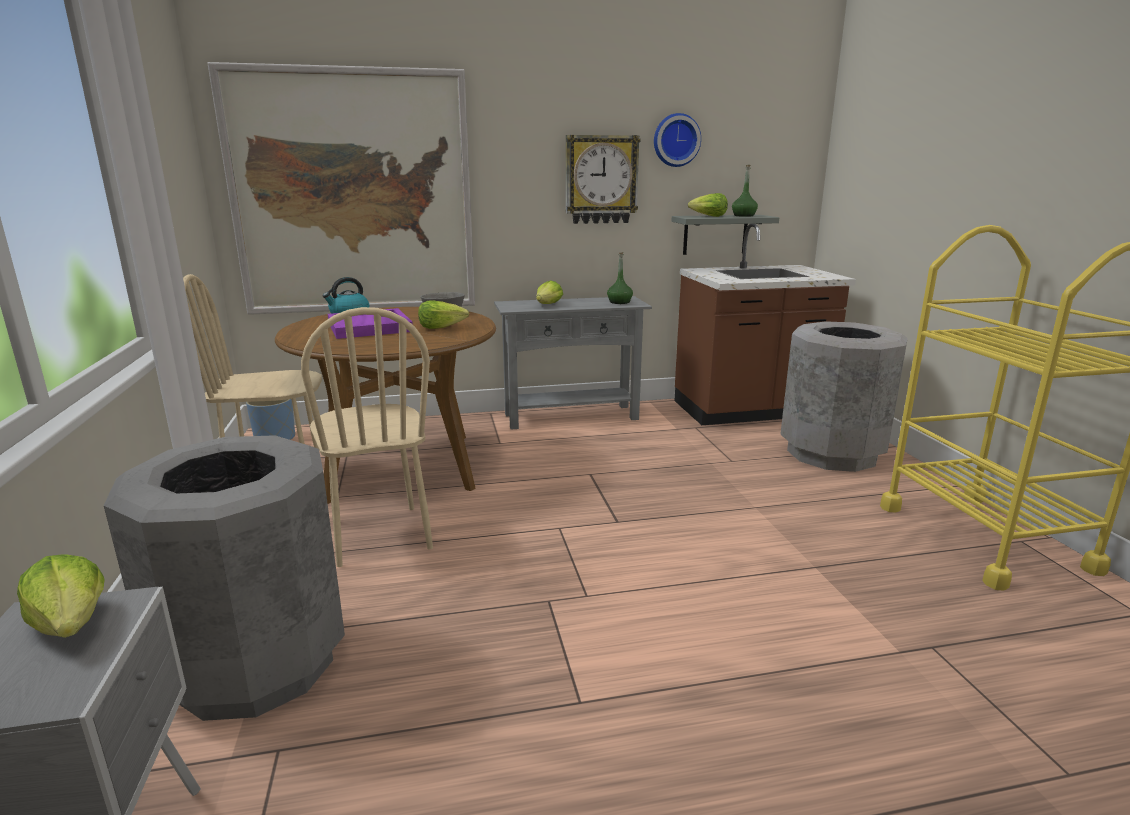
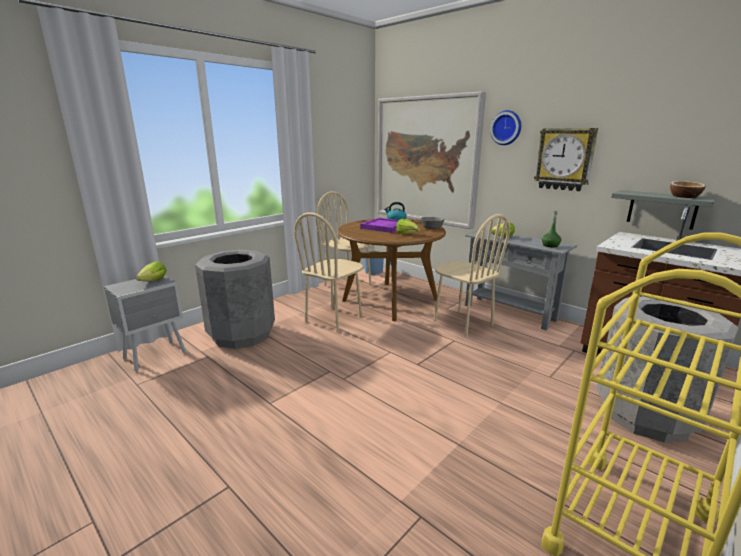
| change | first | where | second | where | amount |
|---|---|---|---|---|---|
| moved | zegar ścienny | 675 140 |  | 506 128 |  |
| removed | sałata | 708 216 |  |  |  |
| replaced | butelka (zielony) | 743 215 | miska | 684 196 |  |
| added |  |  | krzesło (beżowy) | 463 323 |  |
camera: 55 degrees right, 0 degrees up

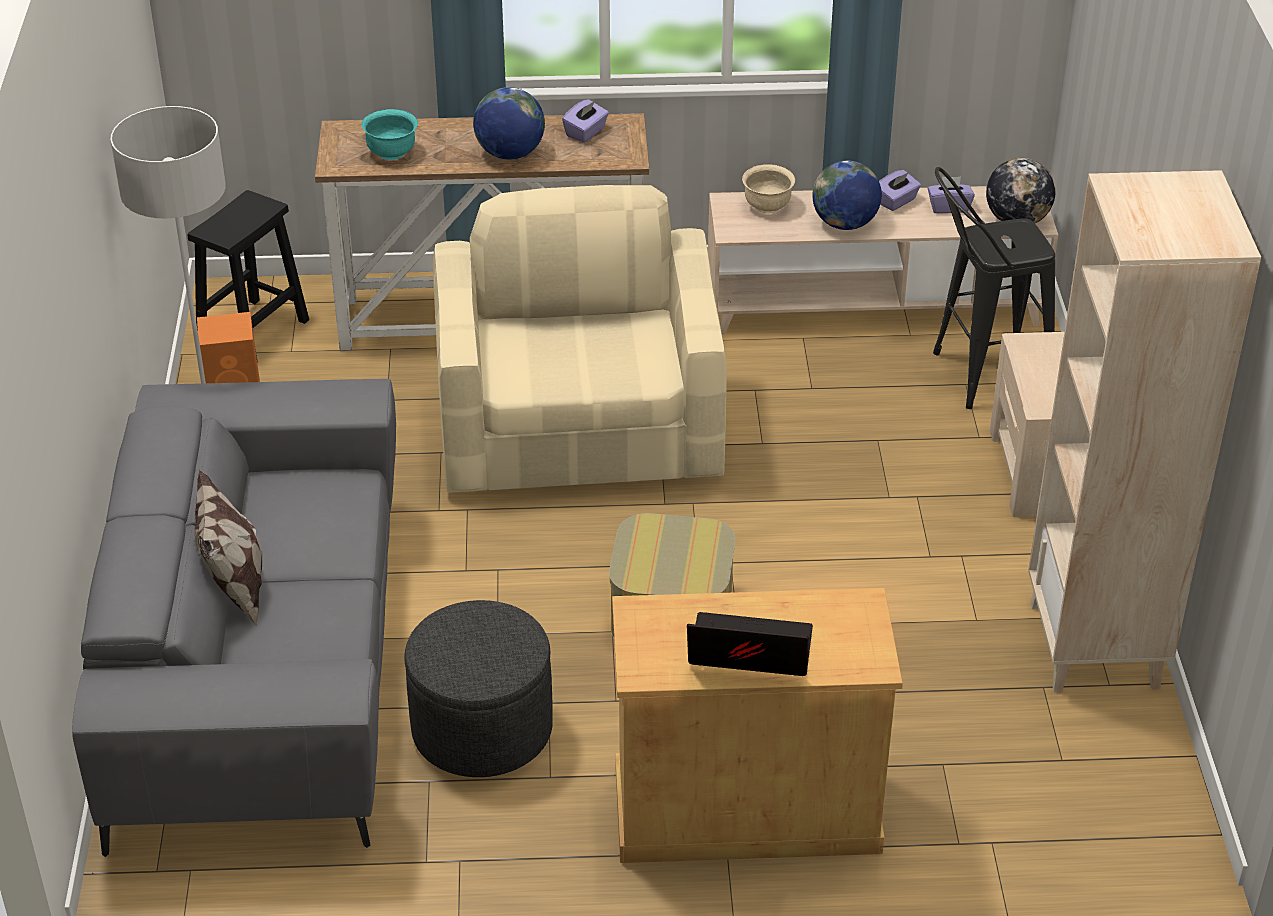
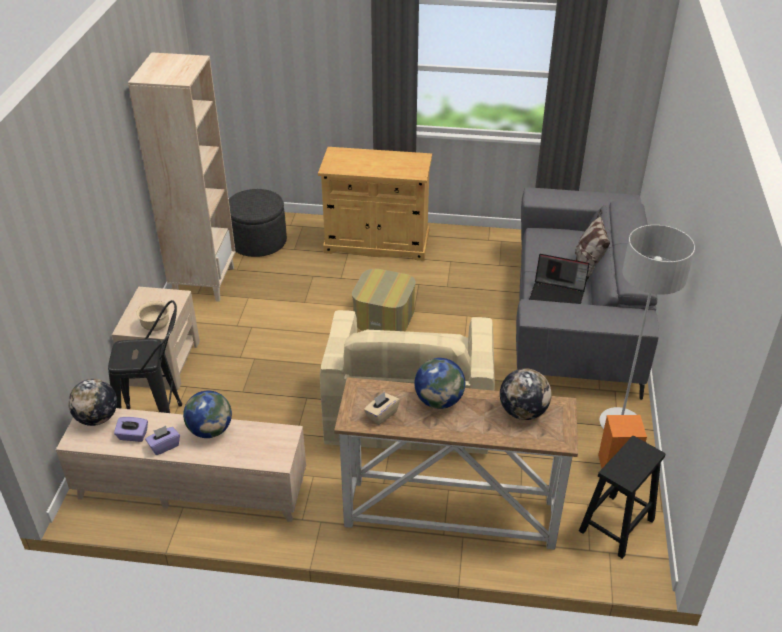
| change | first | where | second | where | amount |
|---|---|---|---|---|---|
| replaced | miska (turkusowy) | 391 153 | globus | 523 412 |  |
| moved | pufa (szary) | 482 729 |  | 258 242 |  |
| recoloured | pudełko chusteczek (fioletowy) | 586 132 | pudełko chusteczek (beżowy) | 381 414 |  |
| moved | laptop | 747 654 |  | 558 295 |  |
| moved | miska (beżowy) | 767 207 |  | 156 326 |  |
camera: 170 degrees left, 0 degrees up

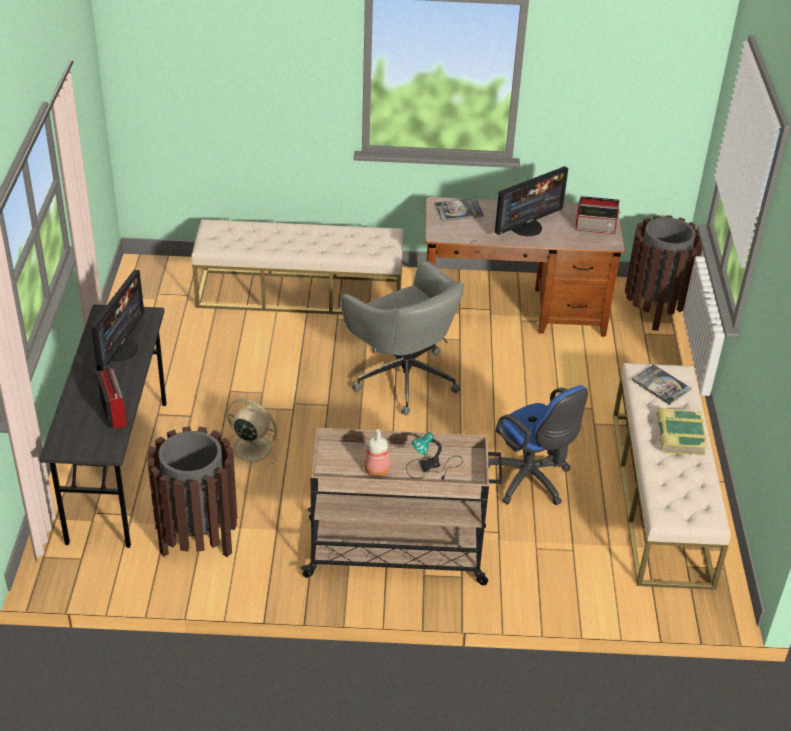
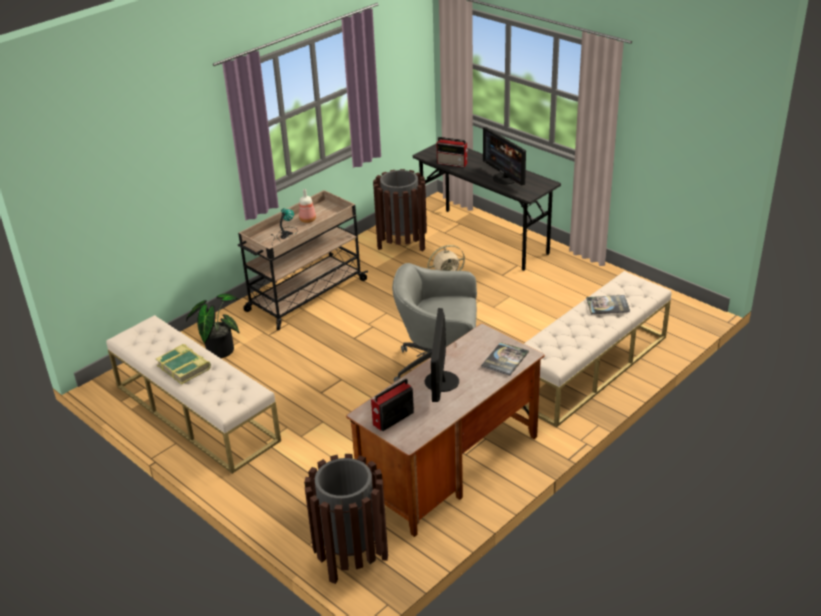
| change | first | where | second | where | amount |
|---|---|---|---|---|---|
| removed | krzesło biurowe (niebieski) | 530 481 |  |  |  |
| moved | książka | 661 385 |  | 607 305 |  |
| added |  |  | roślina doniczkowa | 219 349 |  |
camera: 135 degrees right, 5 degrees down

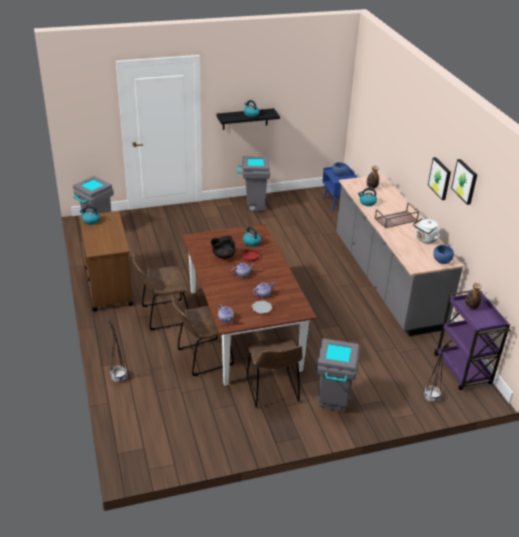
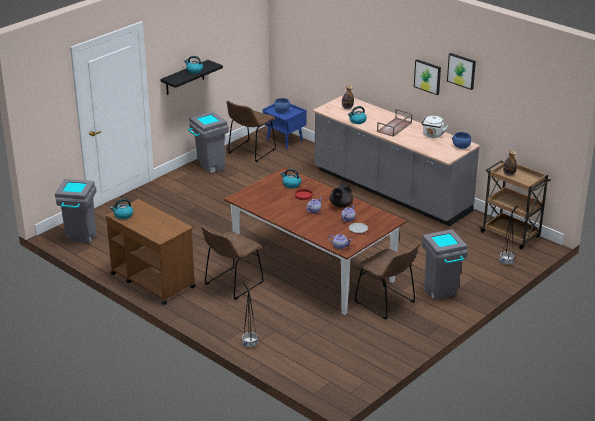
| change | first | where | second | where | amount |
|---|---|---|---|---|---|
| moved | krzesło (brązowy) | 202 358 |  | 250 152 |  |
| moved | imbryk (czarny) | 223 256 |  | 340 205 |  |
| recoloured | wózek (fioletowy) | 463 370 | wózek (brązowy) | 511 235 |  |
camera: 30 degrees left, 5 degrees down

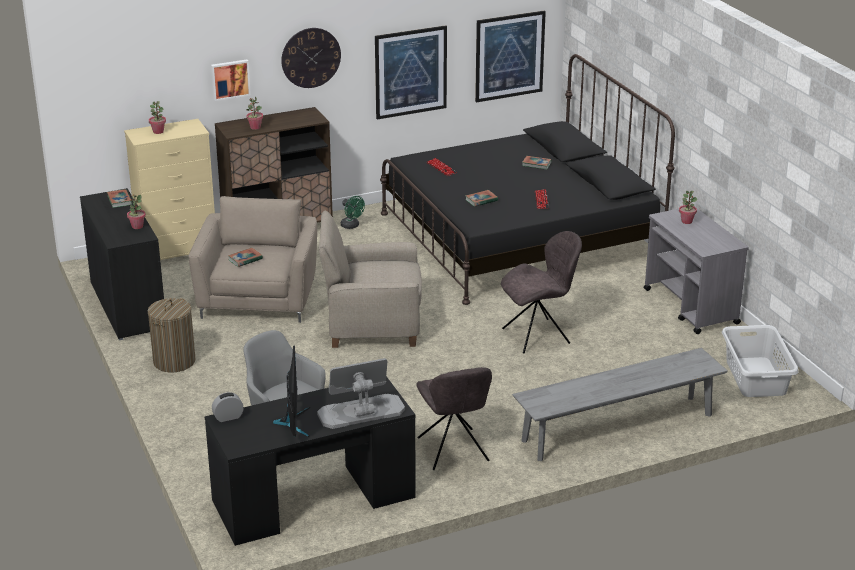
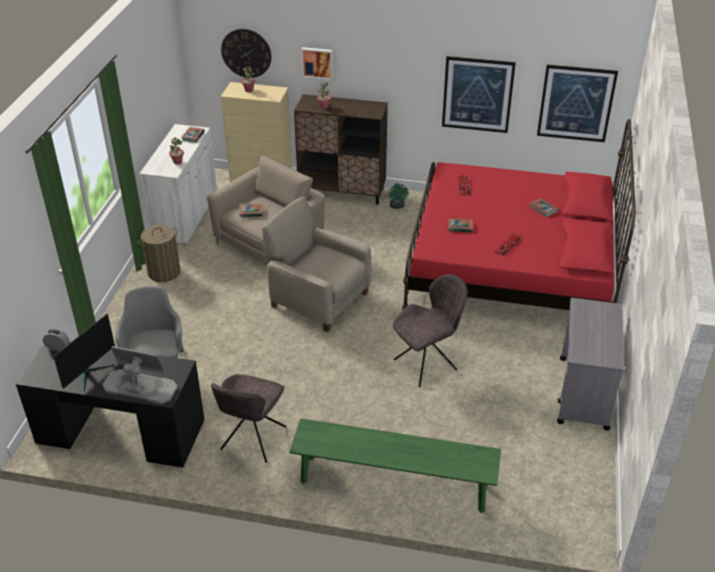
| change | first | where | second | where | amount |
|---|---|---|---|---|---|
| recoloured | szafka (czarny) | 128 306 | szafka (biały) | 185 215 |  |
| moved | zegar ścienny | 311 57 |  | 246 53 |  |
| recoloured | łóżko (czarny) | 519 236 | łóżko (czerwony) | 511 264 |  |
| turned | krzesło (szary) | 538 335 |  | 427 364 | 45 degrees counterclockwise |
| recoloured | ławka (szary) | 617 428 | ławka (zielony) | 393 484 |  |
| removed | roślina doniczkowa | 686 221 |  |  |  |
| removed | kosz na pranie (szary) | 756 377 |  |  |  |
camera: 35 degrees right, 10 degrees up

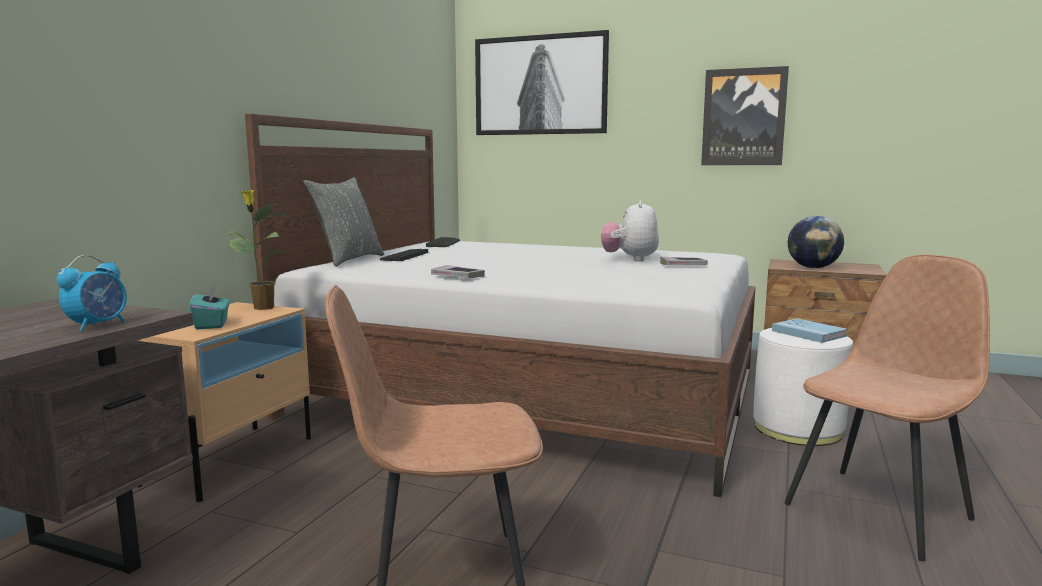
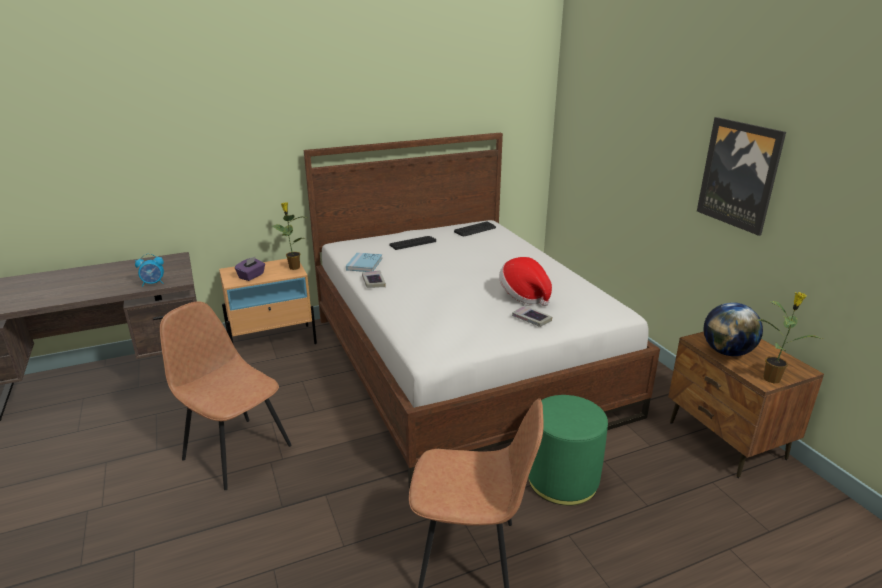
| change | first | where | second | where | amount |
|---|---|---|---|---|---|
| recoloured | pudełko chusteczek (turkusowy) | 212 324 | pudełko chusteczek (fioletowy) | 251 276 |  |
| removed | poduszka (szary) | 348 260 |  |  |  |
| removed | obraz | 540 85 |  |  |  |
| replaced | pluszak | 630 259 | kapelusz | 524 296 |  |
| recoloured | pufa (biały) | 797 429 | pufa (zielony) | 562 480 |  |
| moved | książka (niebieski) | 808 333 |  | 364 264 |  |
| added |  |  | roślina doniczkowa | 772 379 |  |
camera: 45 degrees right, 15 degrees up

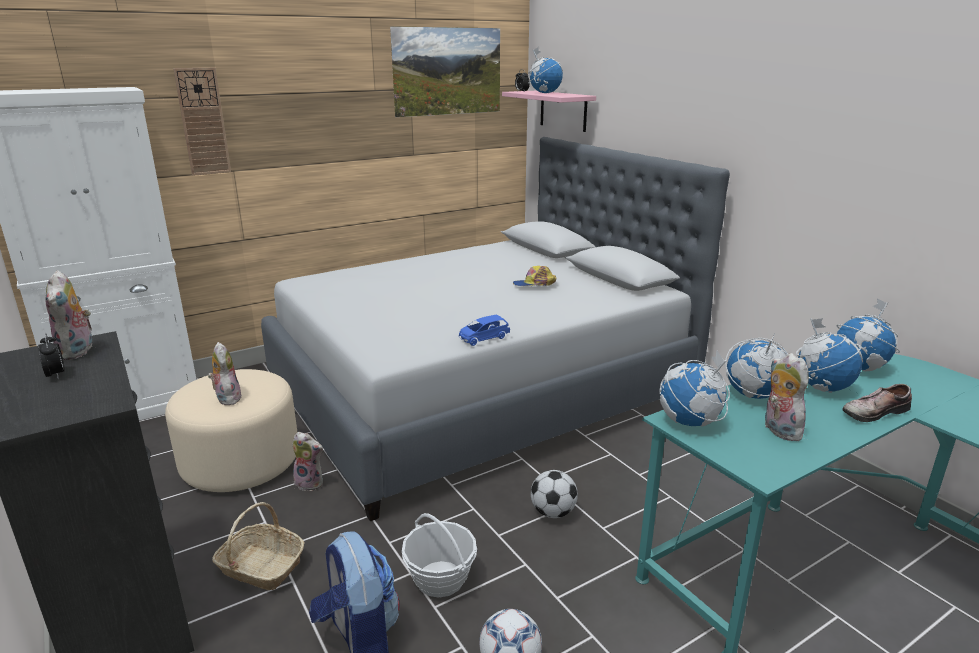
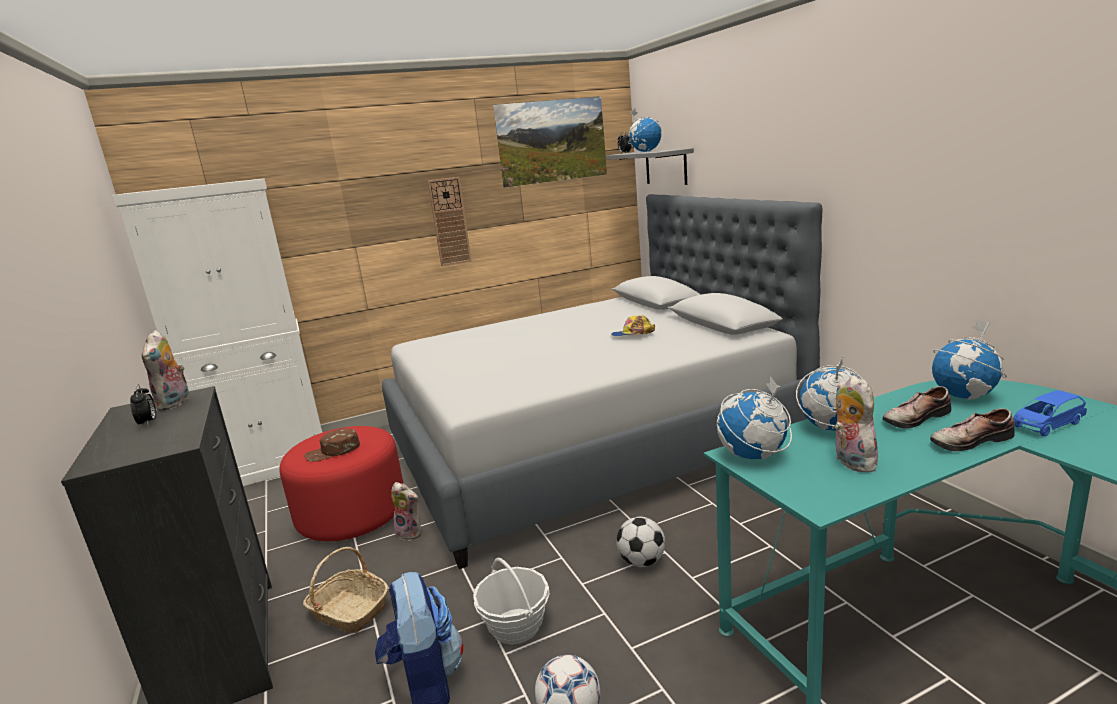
| change | first | where | second | where | amount |
|---|---|---|---|---|---|
| recoloured | pufa (beżowy) | 241 462 | pufa (czerwony) | 352 514 |  |
| moved | zegar ścienny | 203 122 |  | 449 221 |  |
| replaced | pluszak | 227 398 | czapka z daszkiem (brązowy) | 333 451 |  |
| moved | samochodzik (niebieski) | 483 338 |  | 1046 425 |  |
| recoloured | półka (różowy) | 563 110 | półka (szary) | 666 167 |  |
| replaced | globus | 822 387 | but | 913 418 |  |
camera: 10 degrees right, 5 degrees down

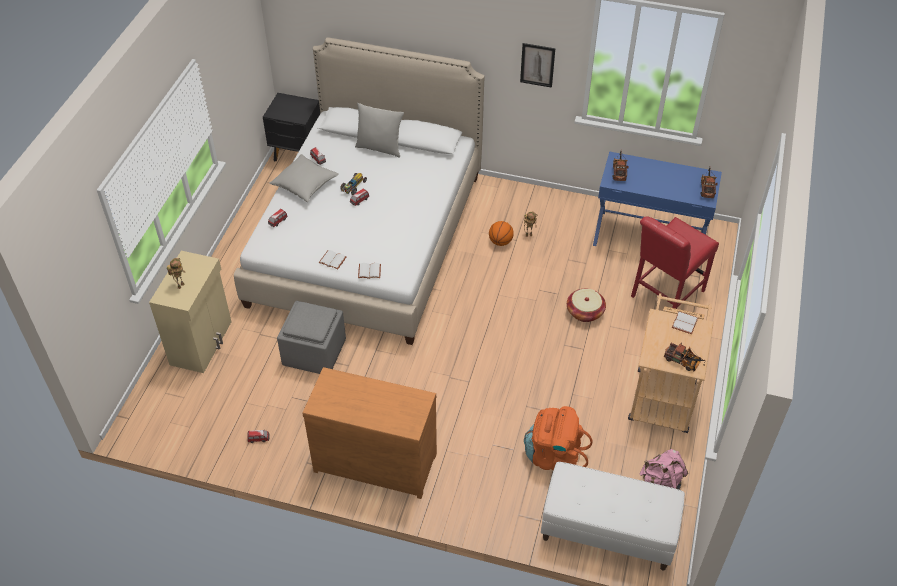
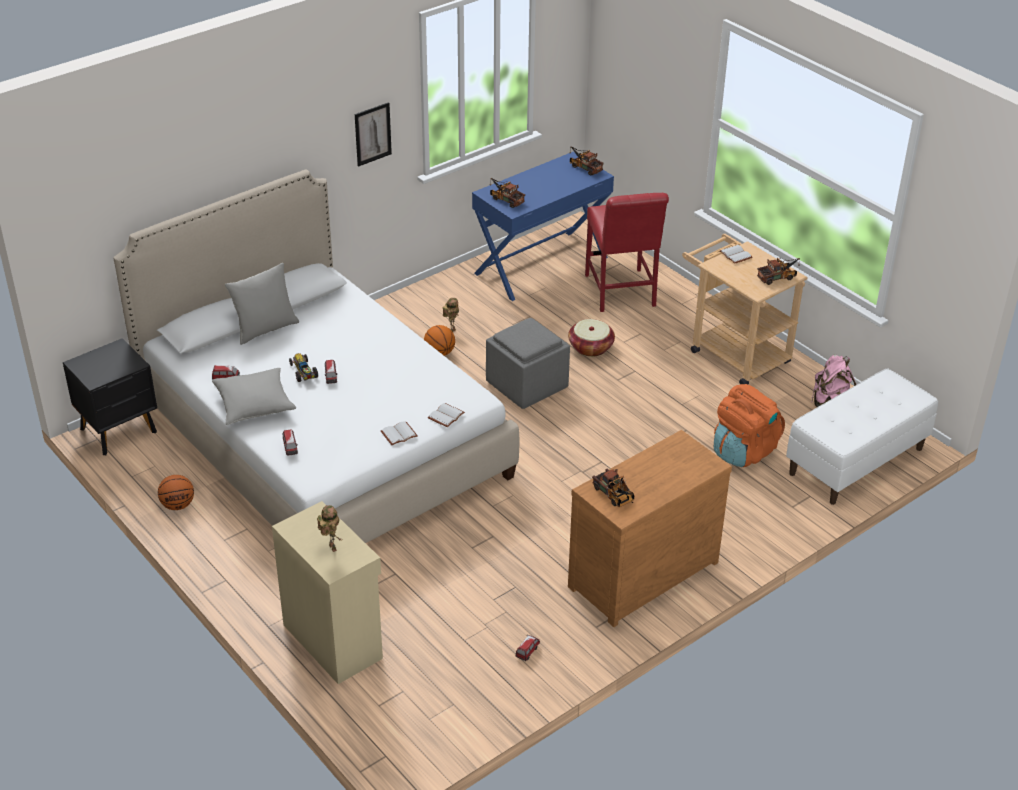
| change | first | where | second | where | amount |
|---|---|---|---|---|---|
| moved | pufa (szary) | 315 352 |  | 527 385 |  |
| added |  |  | piłka do koszykówki | 178 505 |  |
| added |  |  | ciężarówka zabawkowa | 614 496 |  |
camera: 55 degrees left, 10 degrees down

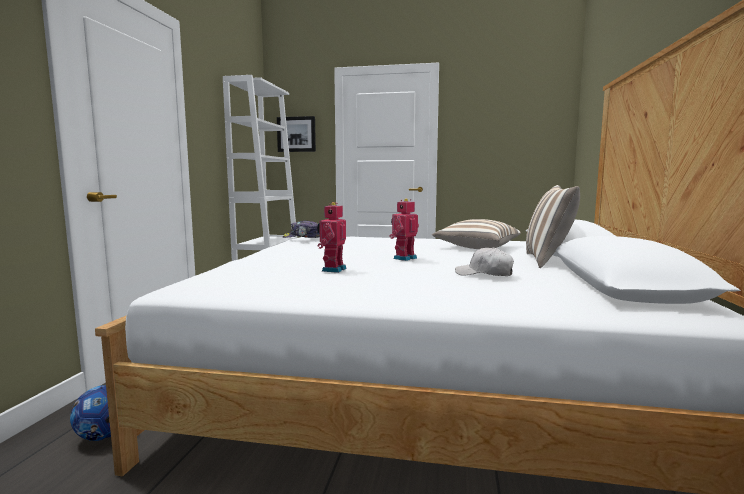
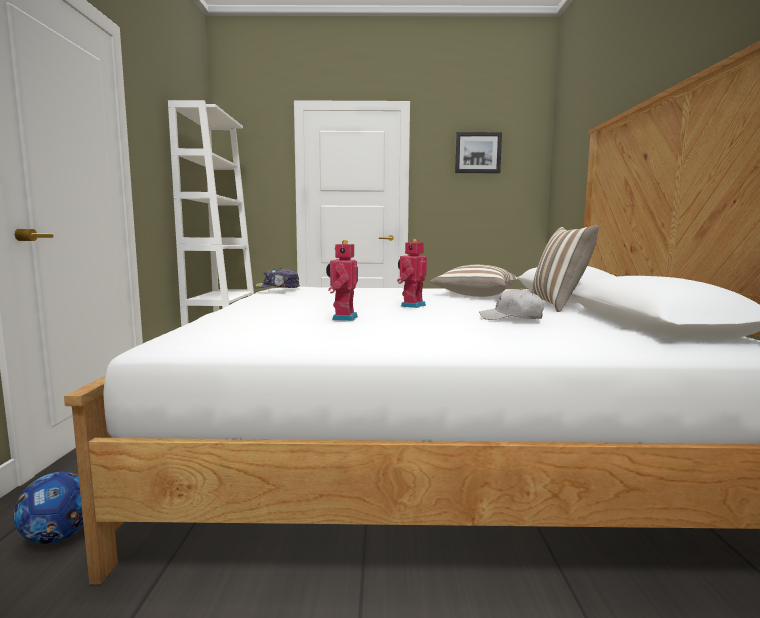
| change | first | where | second | where | amount |
|---|---|---|---|---|---|
| moved | obraz | 296 134 |  | 477 153 |  |
camera: 10 degrees left, 0 degrees up

